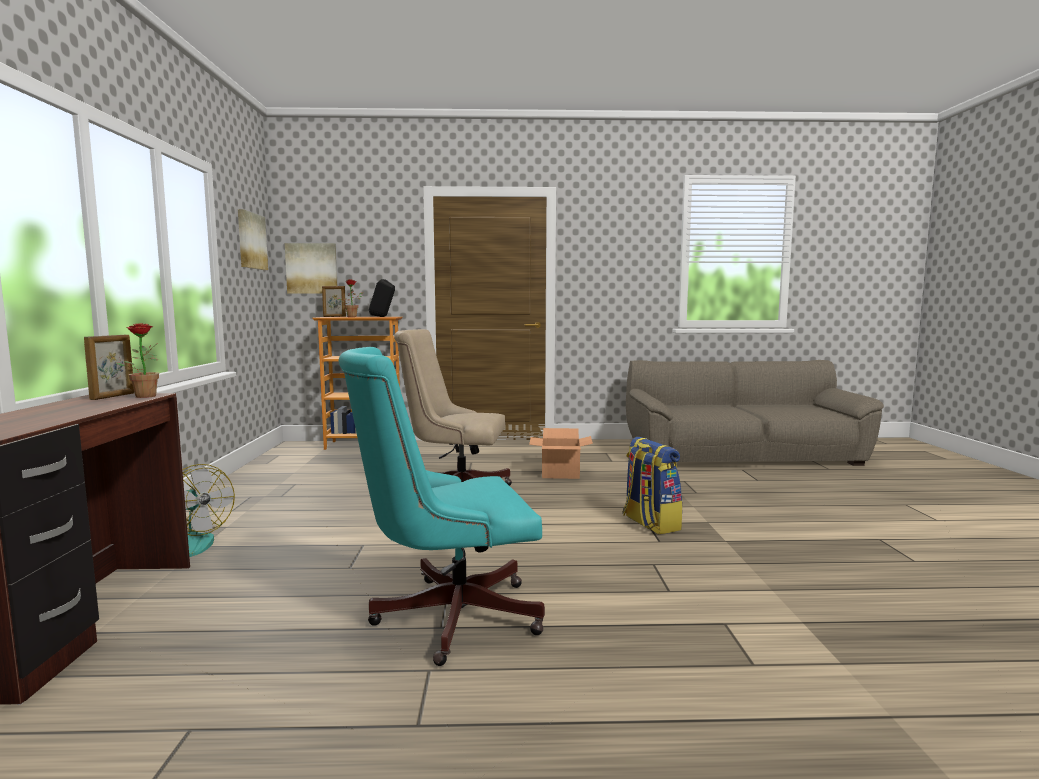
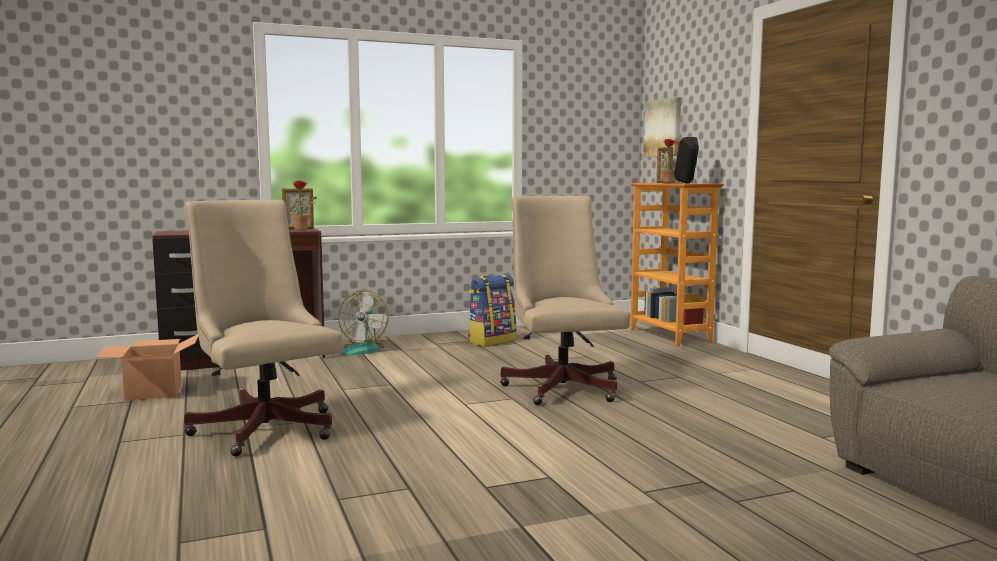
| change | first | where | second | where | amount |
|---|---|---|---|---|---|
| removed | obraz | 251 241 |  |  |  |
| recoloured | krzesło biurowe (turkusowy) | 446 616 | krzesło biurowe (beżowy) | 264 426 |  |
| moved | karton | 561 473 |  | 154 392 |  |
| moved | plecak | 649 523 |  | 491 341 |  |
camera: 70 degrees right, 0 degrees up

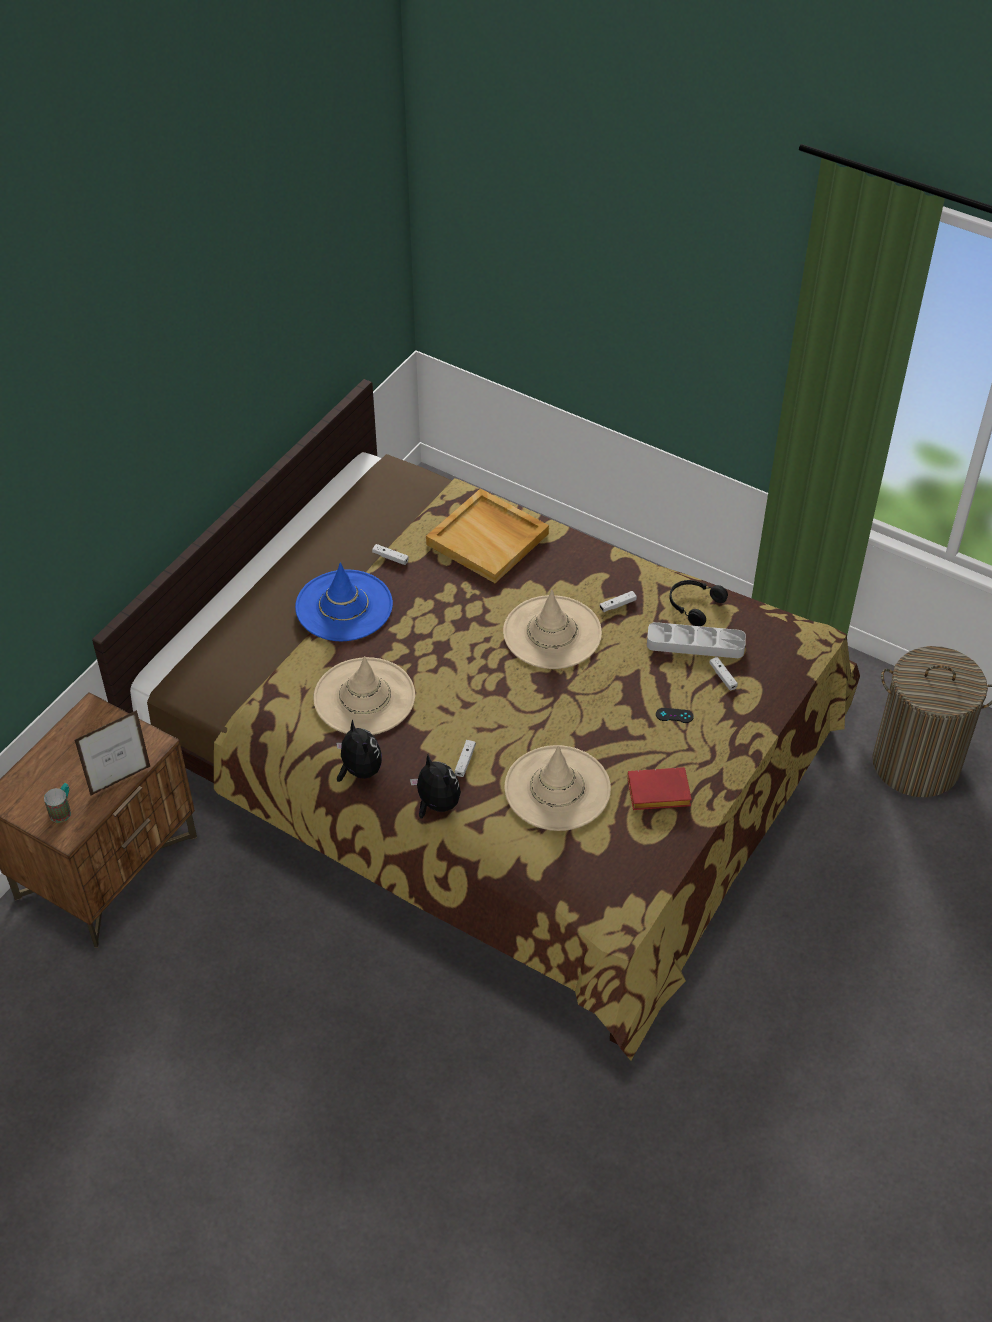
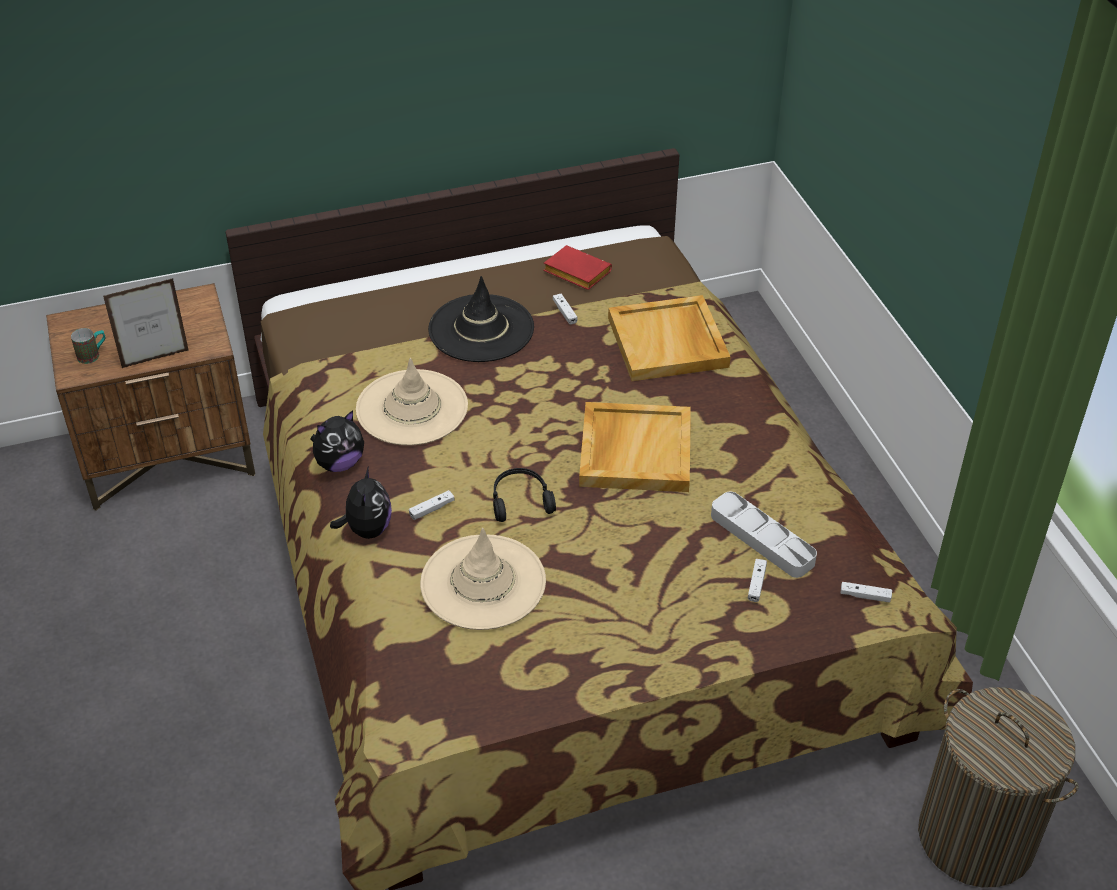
| change | first | where | second | where | amount |
|---|---|---|---|---|---|
| turned | ramka na zdjęcie | 120 781 |  | 155 359 | 150 degrees clockwise |
| recoloured | kapelusz (niebieski) | 344 606 | kapelusz (czarny) | 481 329 |  |
| turned | pluszak | 359 771 |  | 339 463 | 45 degrees clockwise |
| replaced | kapelusz (beżowy) | 552 633 | taca (beżowy) | 634 450 |  |
| moved | pad do gier (biały) | 617 605 |  | 865 596 |  |
| moved | książka (czerwony) | 657 794 |  | 574 273 |  |
| removed | pad do gier (czarny) | 674 715 |  |  |  |
| moved | słuchawki (czarny) | 693 605 |  | 520 500 |  |
camera: 40 degrees right, 5 degrees down

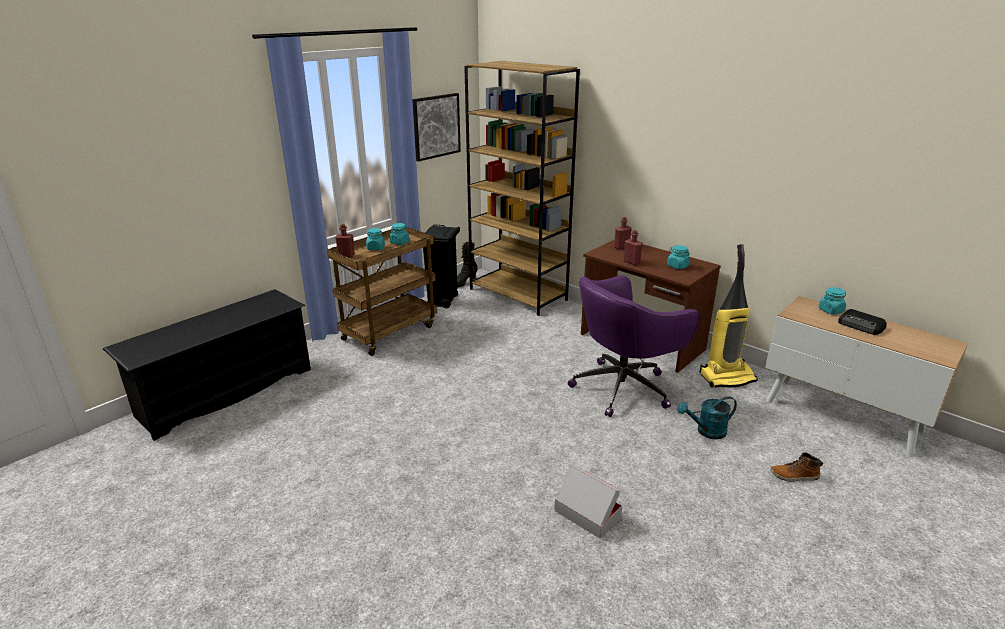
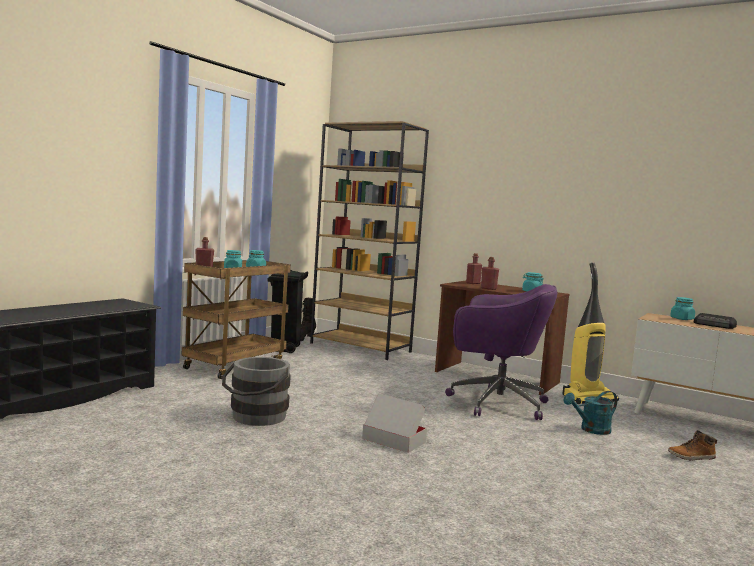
| change | first | where | second | where | amount |
|---|---|---|---|---|---|
| removed | obraz | 436 126 |  |  |  |
| moved | karton | 587 514 |  | 393 440 |  |
| turned | krzesło biurowe (fioletowy) | 624 387 |  | 495 403 | 120 degrees counterclockwise |
| added |  |  | wiadro (szary) | 256 418 |  |
camera: 10 degrees left, 20 degrees down

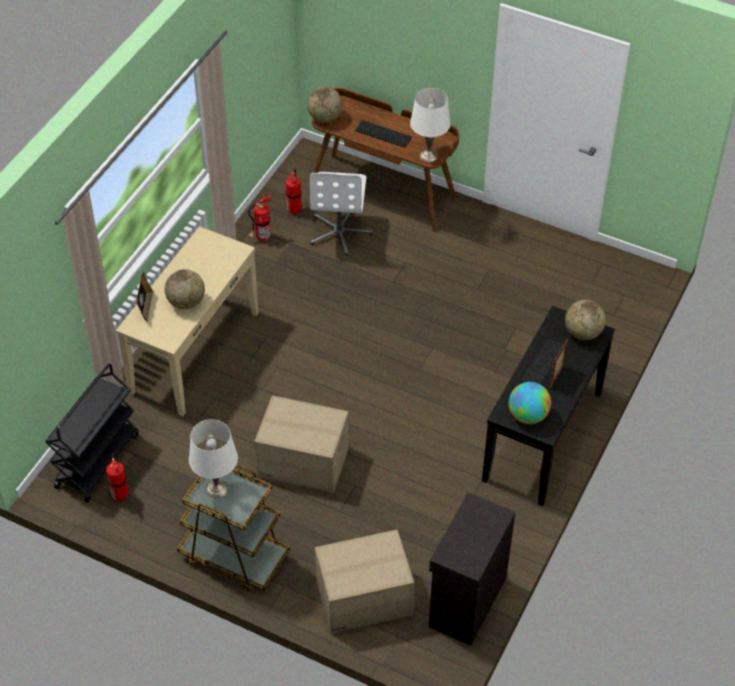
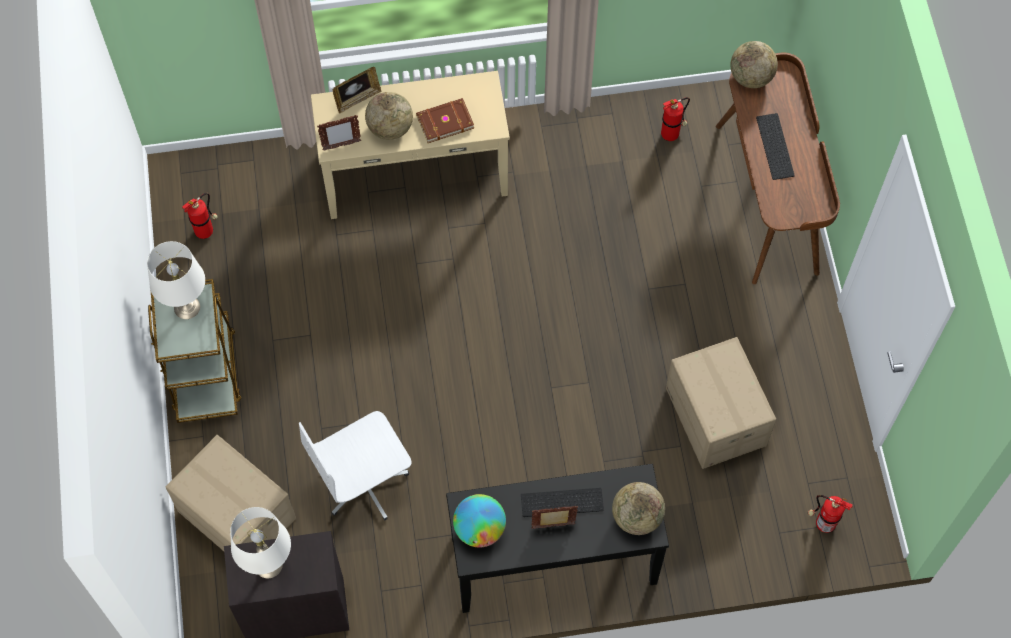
| change | first | where | second | where | amount |
|---|---|---|---|---|---|
| removed | wózek (czarny) | 97 460 |  |  |  |
| moved | gaśnica | 261 238 |  | 822 523 |  |
| moved | karton | 303 462 |  | 714 416 |  |
| moved | krzesło biurowe (biały) | 340 232 |  | 365 483 |  |
| moved | lampa stołowa (biały) | 428 155 |  | 268 565 |  |
| added |  |  | ramka na zdjęcie | 341 145 |  |
| added |  |  | książka (brązowy) | 444 121 |  |
camera: 55 degrees right, 15 degrees up

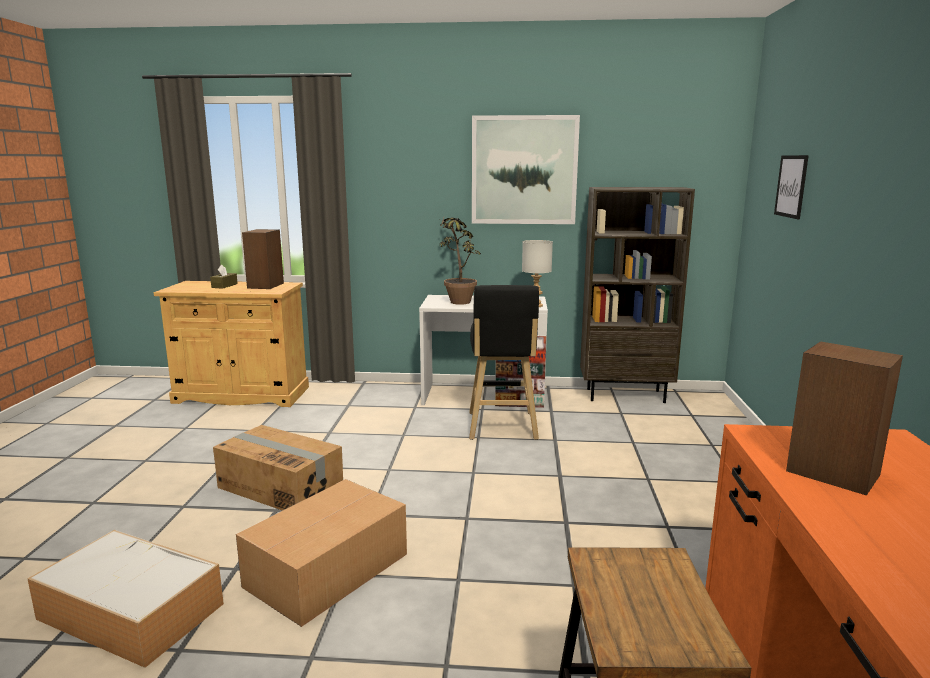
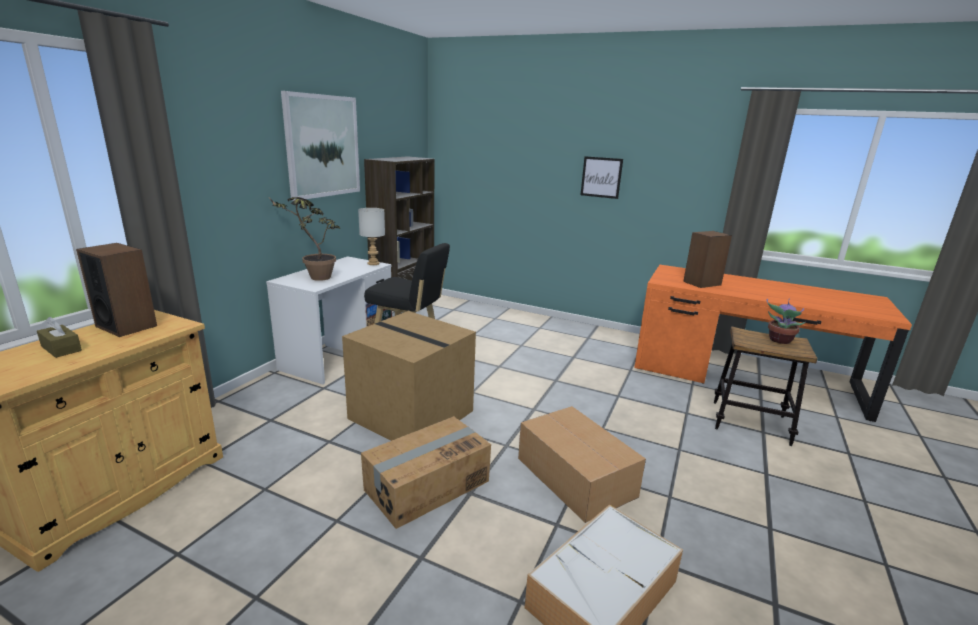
| change | first | where | second | where | amount |
|---|---|---|---|---|---|
| moved | obraz | 791 186 |  | 601 177 |  |
| added |  |  | karton | 409 414 |  |
| added |  |  | roślina doniczkowa | 779 340 |  |
camera: 70 degrees left, 5 degrees up

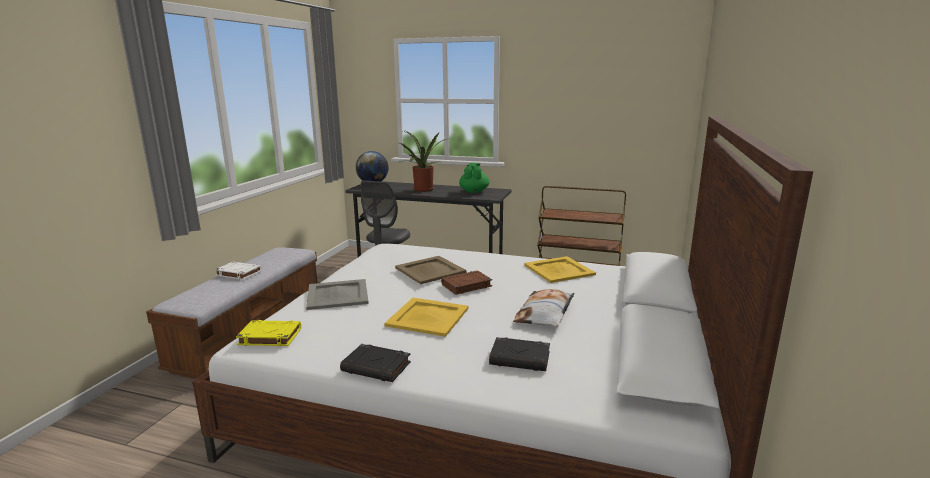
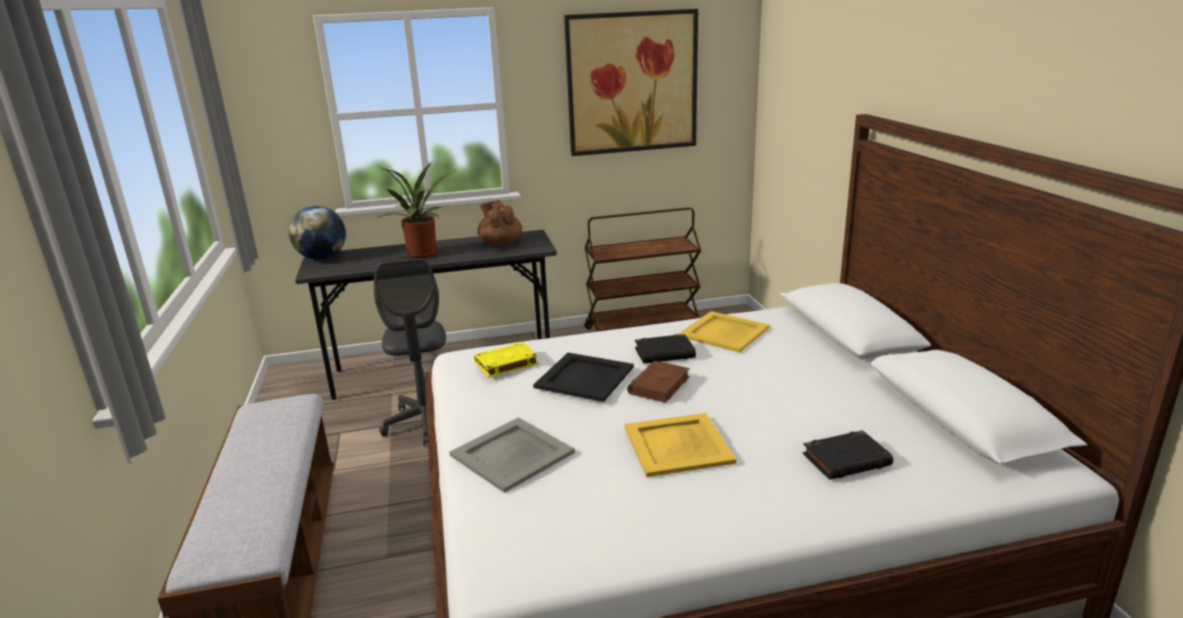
| change | first | where | second | where | amount |
|---|---|---|---|---|---|
| removed | książka (biały) | 238 273 |  |  |  |
| moved | książka (żółty) | 269 337 |  | 505 364 |  |
| moved | książka (czarny) | 377 367 |  | 665 353 |  |
| recoloured | taca (beżowy) | 430 270 | taca (czarny) | 585 377 |  |
| recoloured | imbryk (zielony) | 474 191 | imbryk (brązowy) | 500 243 |  |
| removed | poduszka | 545 314 |  |  |  |
| added |  |  | obraz | 632 83 |  |
camera: 30 degrees left, 5 degrees up

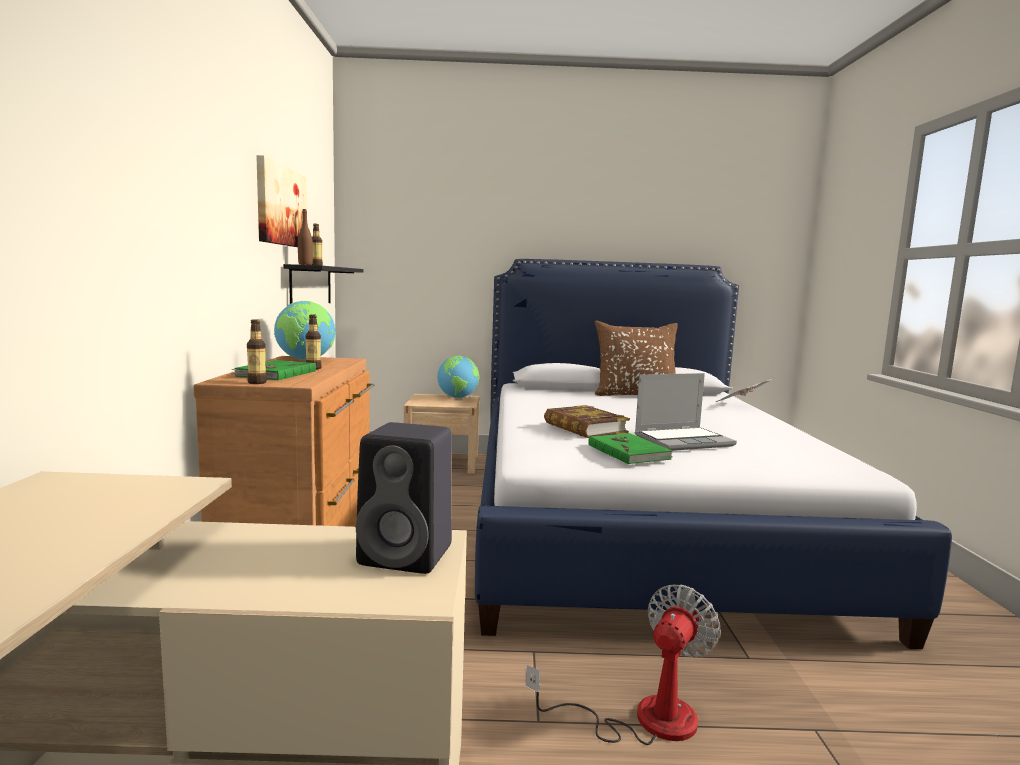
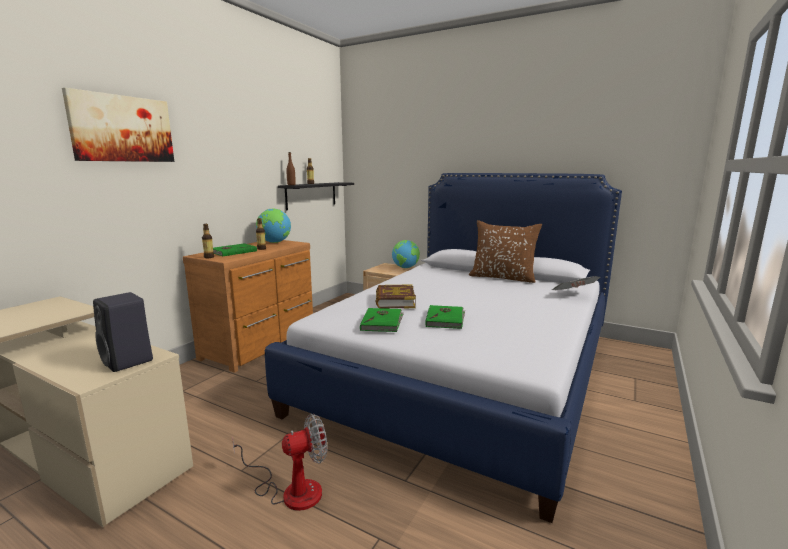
| change | first | where | second | where | amount |
|---|---|---|---|---|---|
| moved | obraz | 280 206 |  | 122 129 |  |
| replaced | laptop | 684 440 | książka (zielony) | 445 319 |  |
camera: 30 degrees right, 5 degrees up

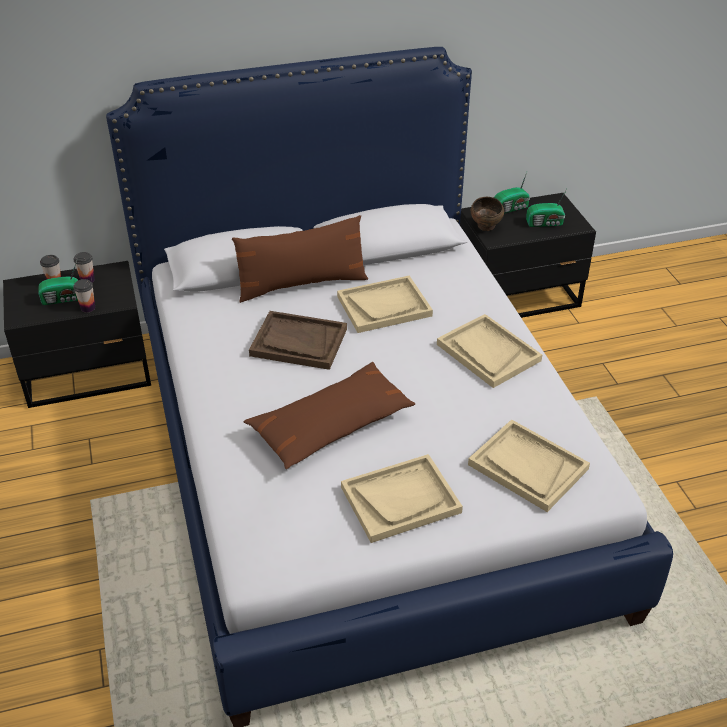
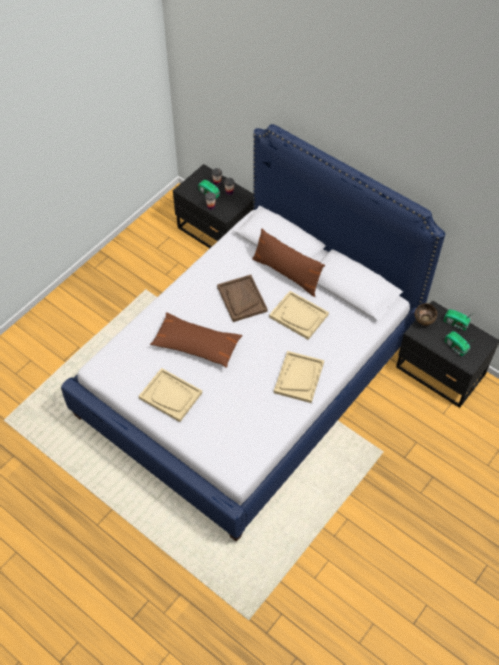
| change | first | where | second | where | amount |
|---|---|---|---|---|---|
| removed | taca (beżowy) | 527 467 |  |  |  |
camera: 55 degrees right, 15 degrees up

